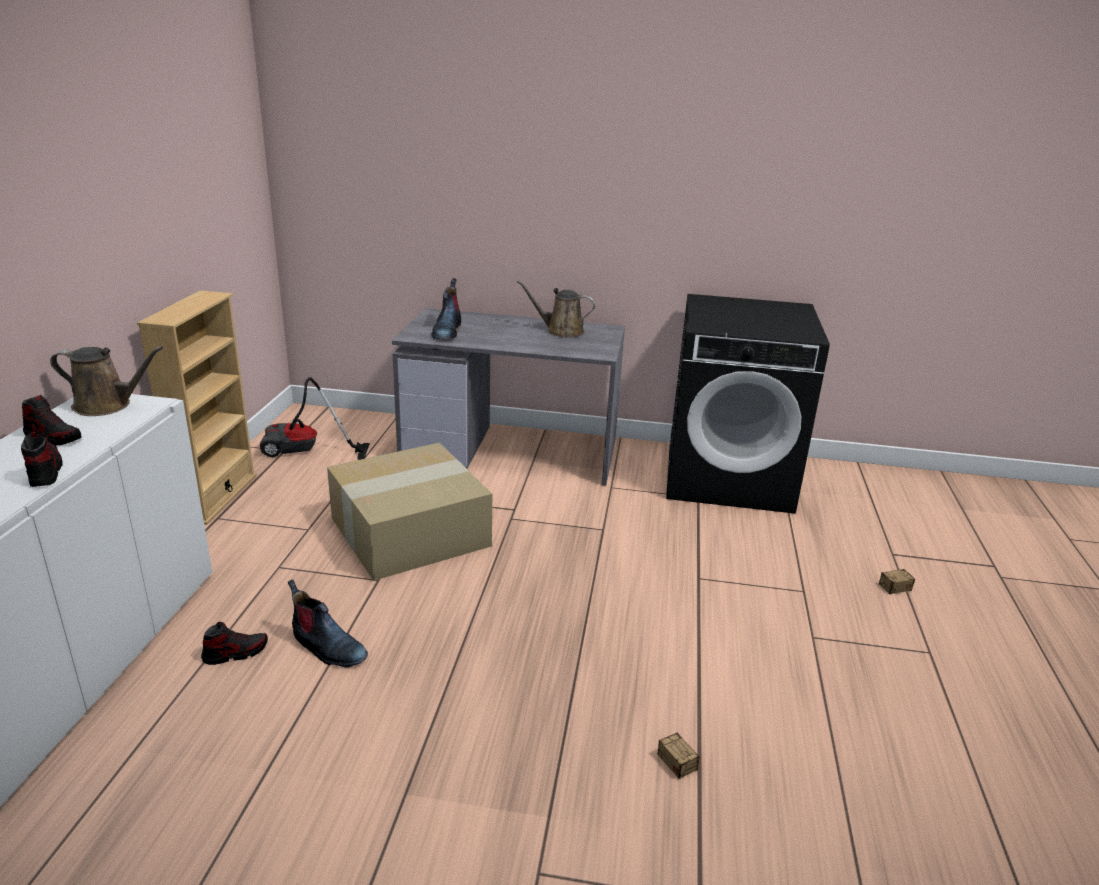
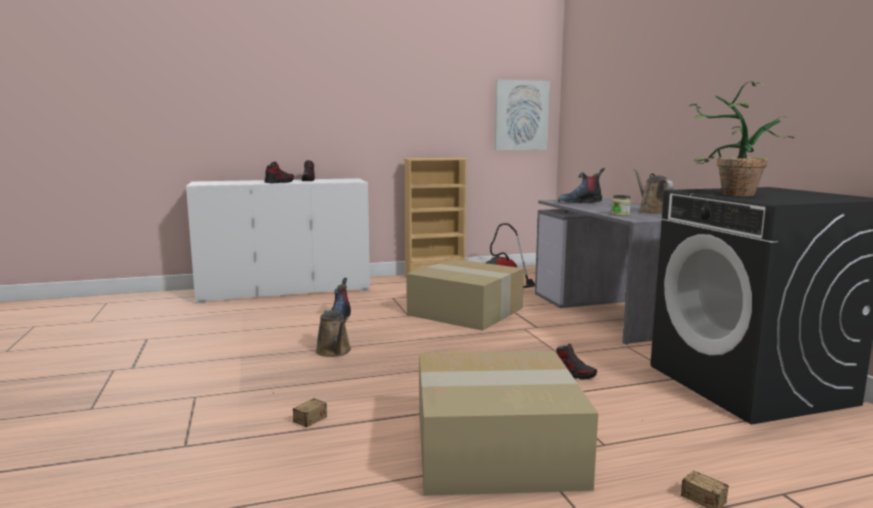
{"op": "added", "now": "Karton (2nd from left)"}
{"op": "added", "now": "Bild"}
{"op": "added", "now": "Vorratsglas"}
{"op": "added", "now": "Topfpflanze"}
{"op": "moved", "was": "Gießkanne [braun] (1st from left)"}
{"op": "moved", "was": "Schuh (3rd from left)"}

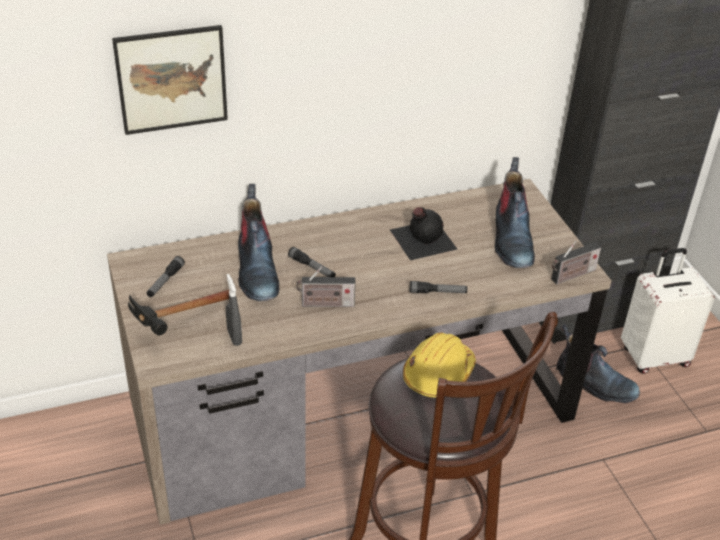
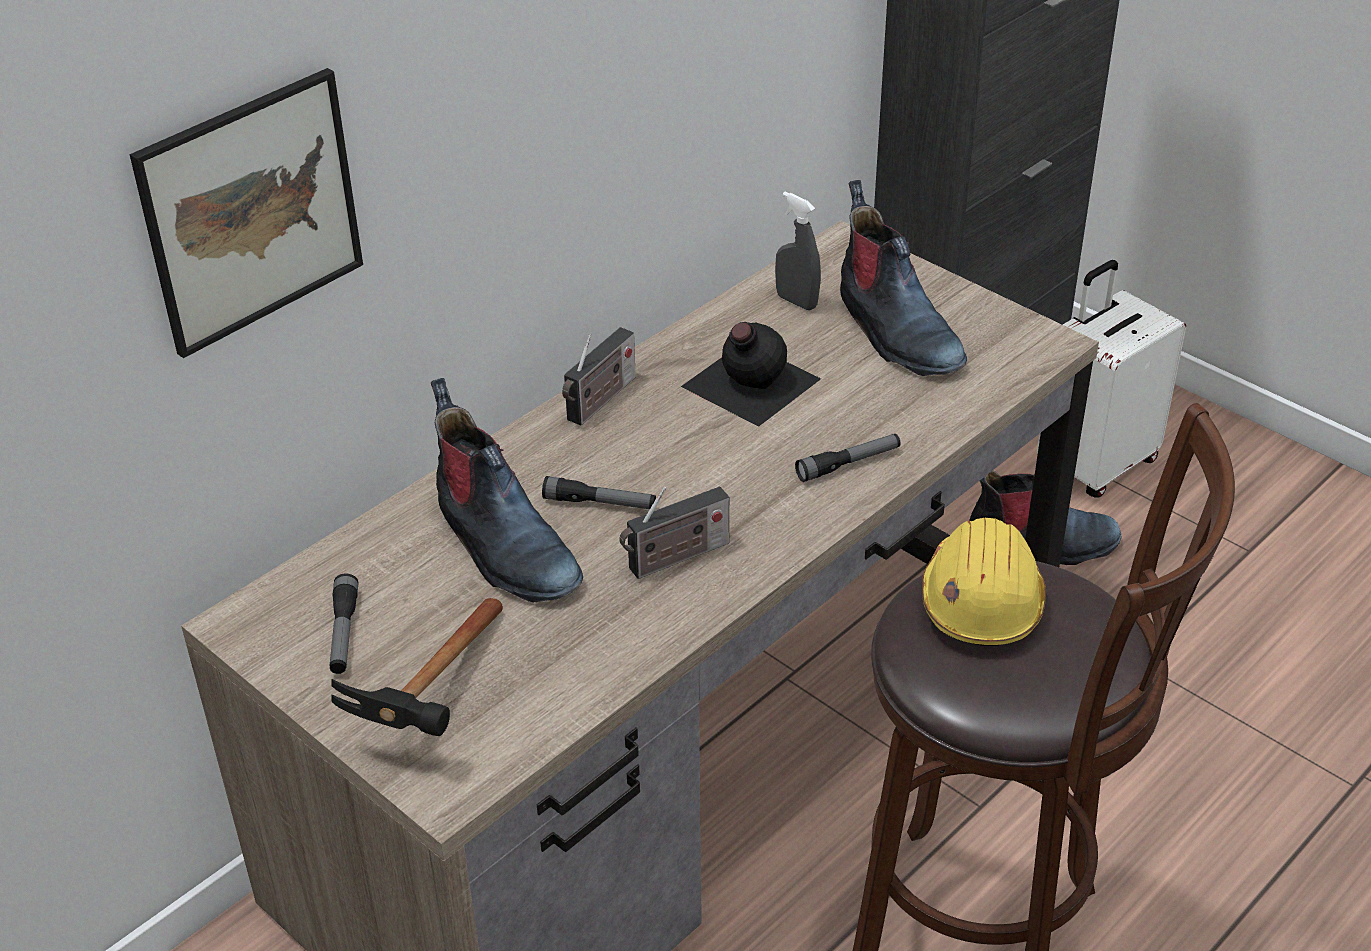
{"op": "moved", "was": "Sprühflasche [grau]"}
{"op": "moved", "was": "Radio (2nd from left in the first image)", "now": "Radio (1st from left)"}

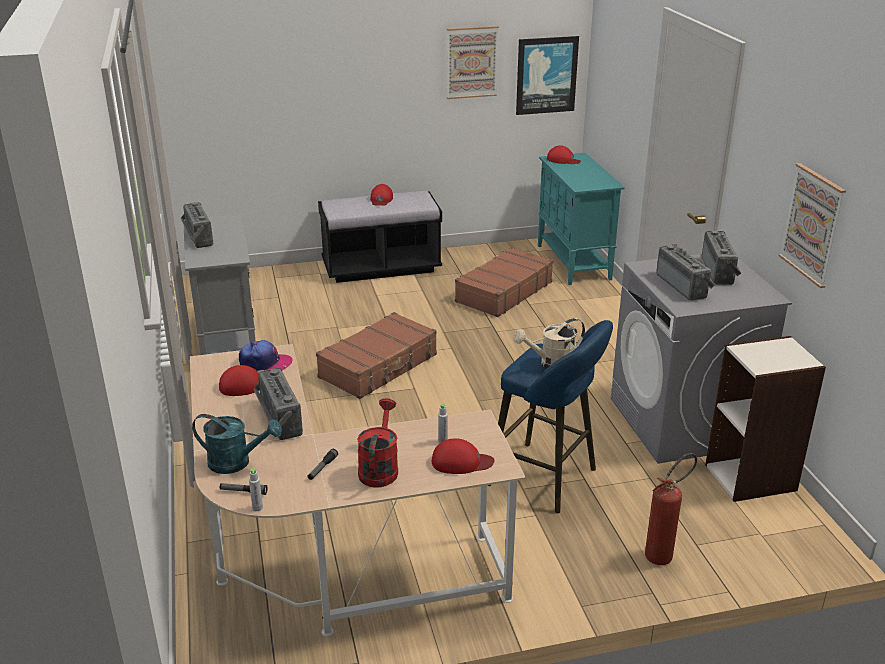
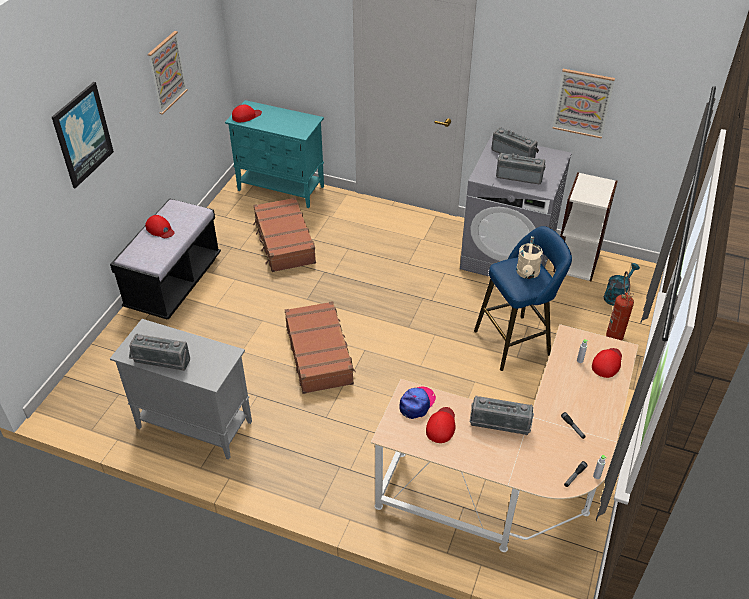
{"op": "removed", "was": "Gießkanne [rot]"}
{"op": "moved", "was": "Gießkanne [türkis]"}
{"op": "moved", "was": "Bild (2nd from left in the first image)", "now": "Bild (1st from left)"}

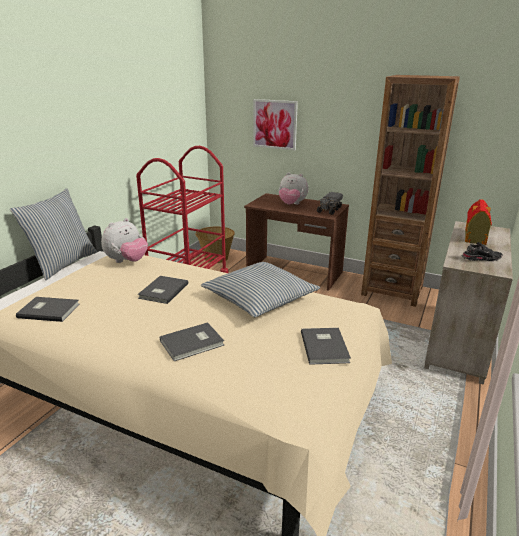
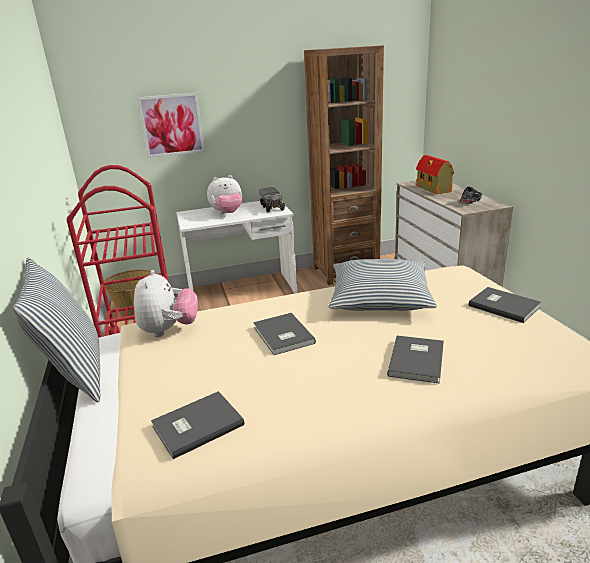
{"op": "recoloured", "was": "Schreibtisch [braun]", "now": "Schreibtisch [weiß]"}

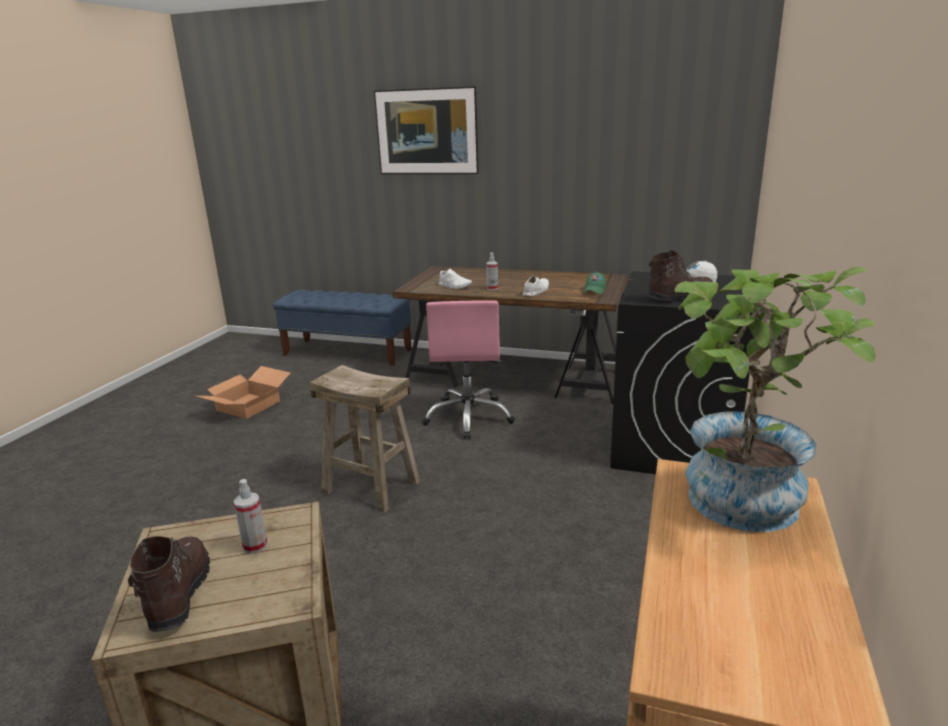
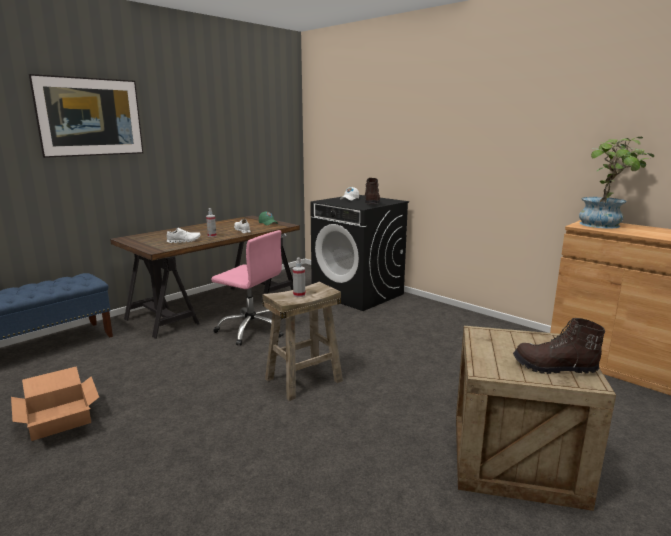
{"op": "moved", "was": "Sprühflasche (1st from left in the first image)", "now": "Sprühflasche (2nd from left)"}

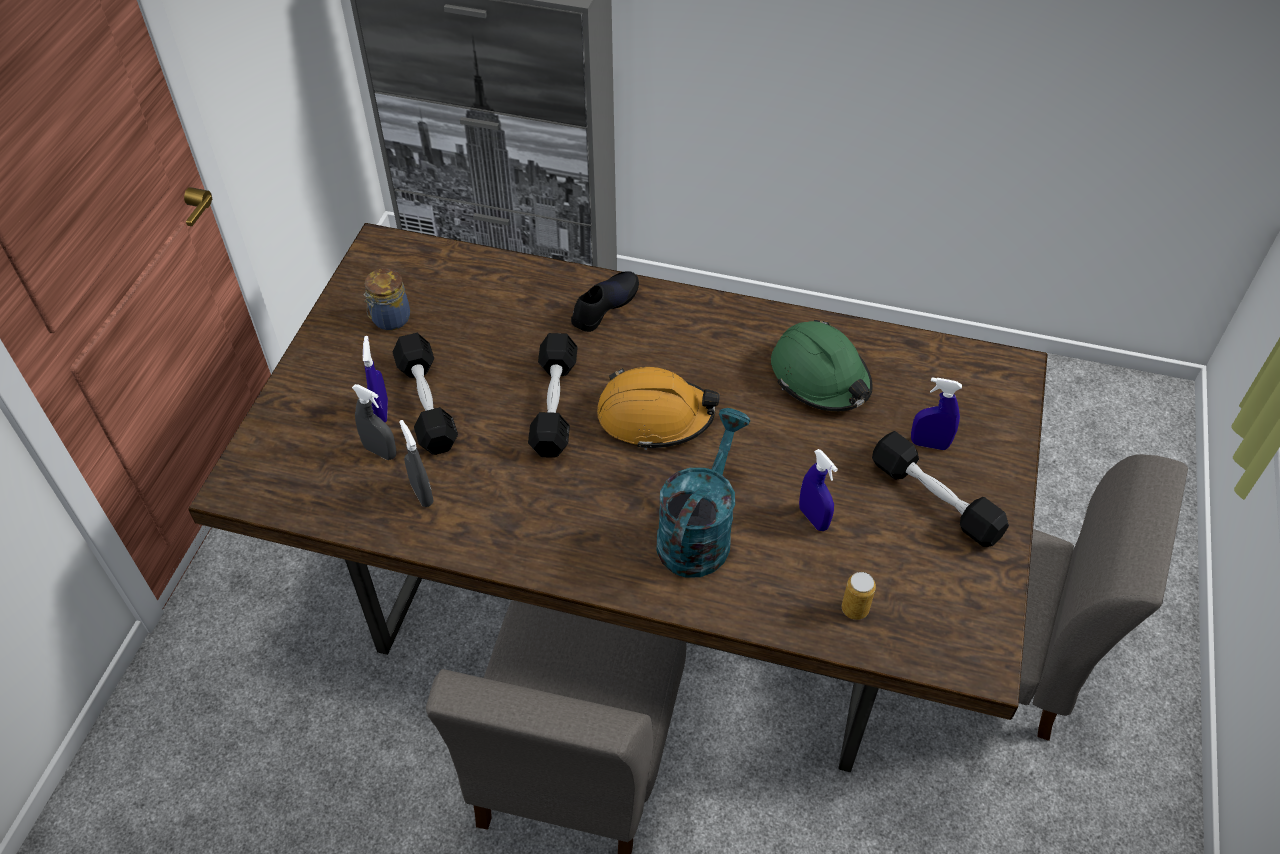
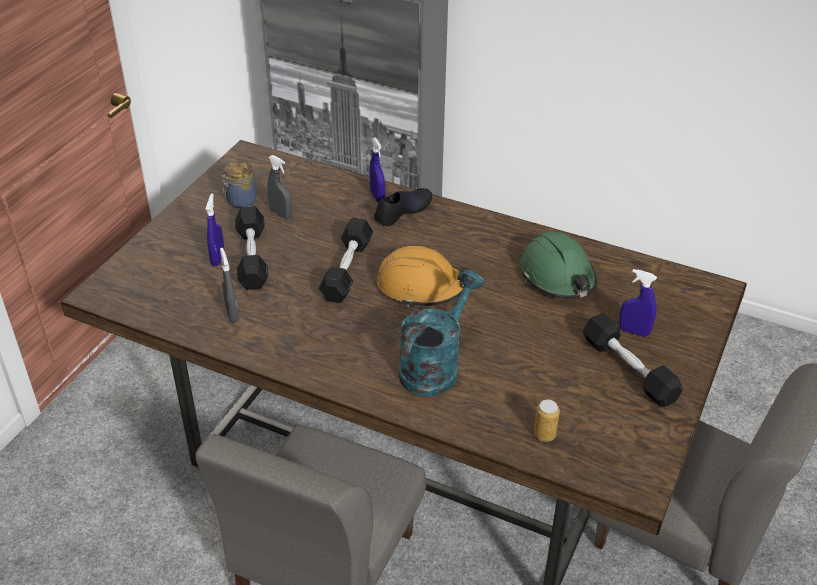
{"op": "moved", "was": "Sprühflasche [grau] (1st from left in the first image)", "now": "Sprühflasche [grau] (2nd from left)"}
{"op": "moved", "was": "Sprühflasche [blau] (2nd from left)"}

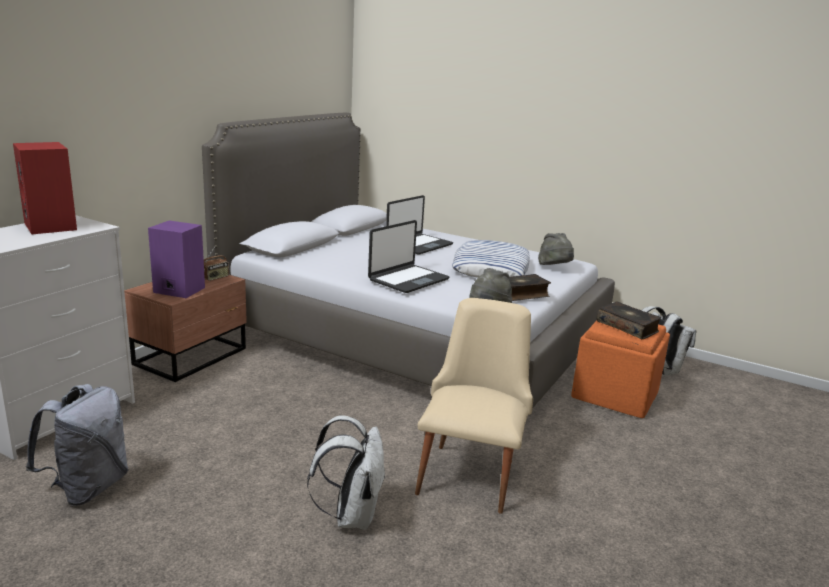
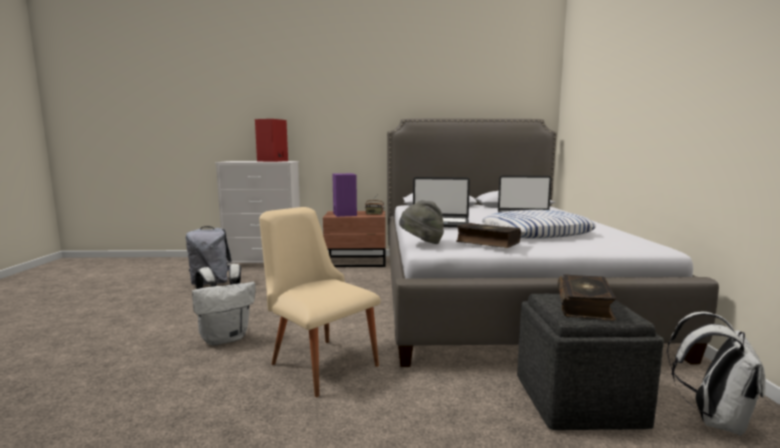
{"op": "removed", "was": "Hut [grau] (2nd from left)"}
{"op": "recoloured", "was": "Polsterhocker [orange]", "now": "Polsterhocker [grau]"}
{"op": "turned", "was": "Stuhl [beige]", "clockwise": -120}

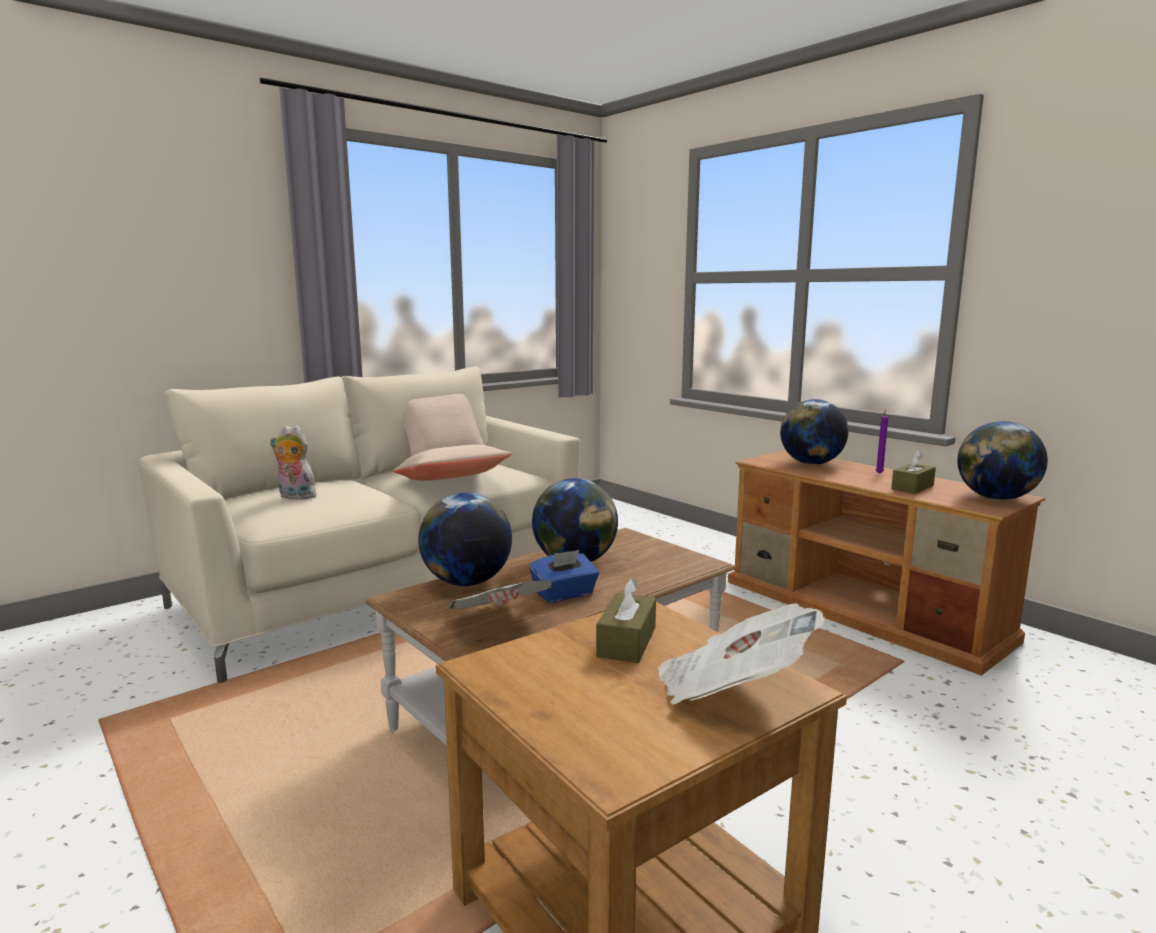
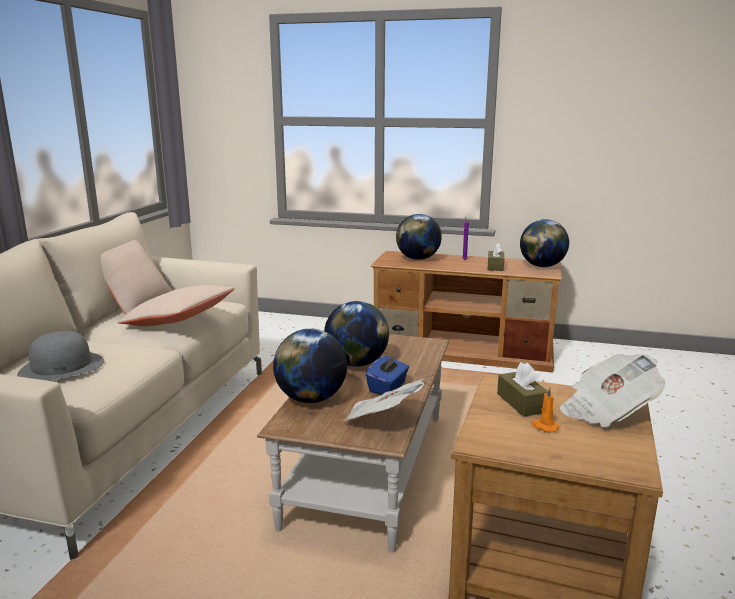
{"op": "added", "now": "Kerze [orange]"}
{"op": "replaced", "was": "Plüschtier", "now": "Hut [grau]"}

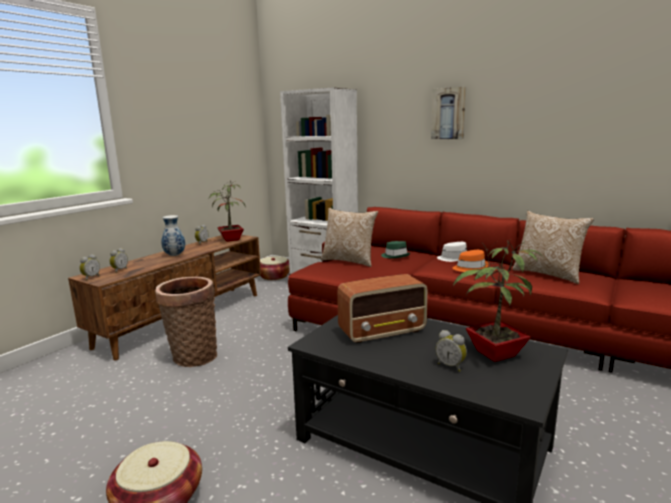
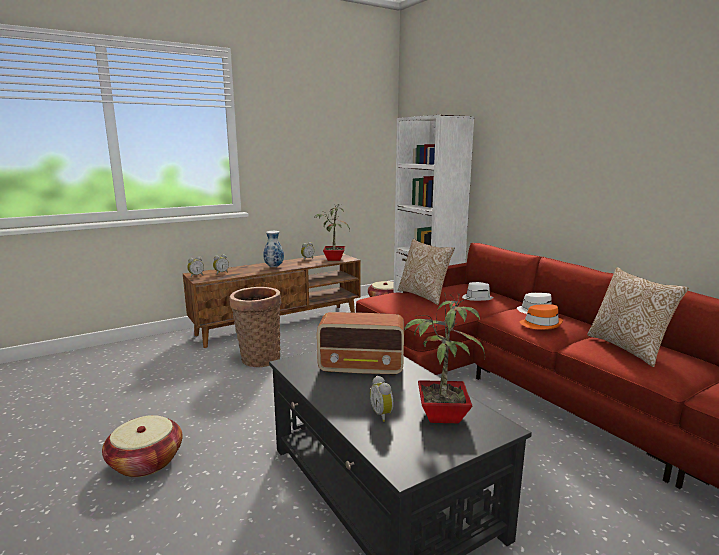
{"op": "removed", "was": "Bild"}
{"op": "recoloured", "was": "Hut [grün]", "now": "Hut [weiß] (1st from left)"}

